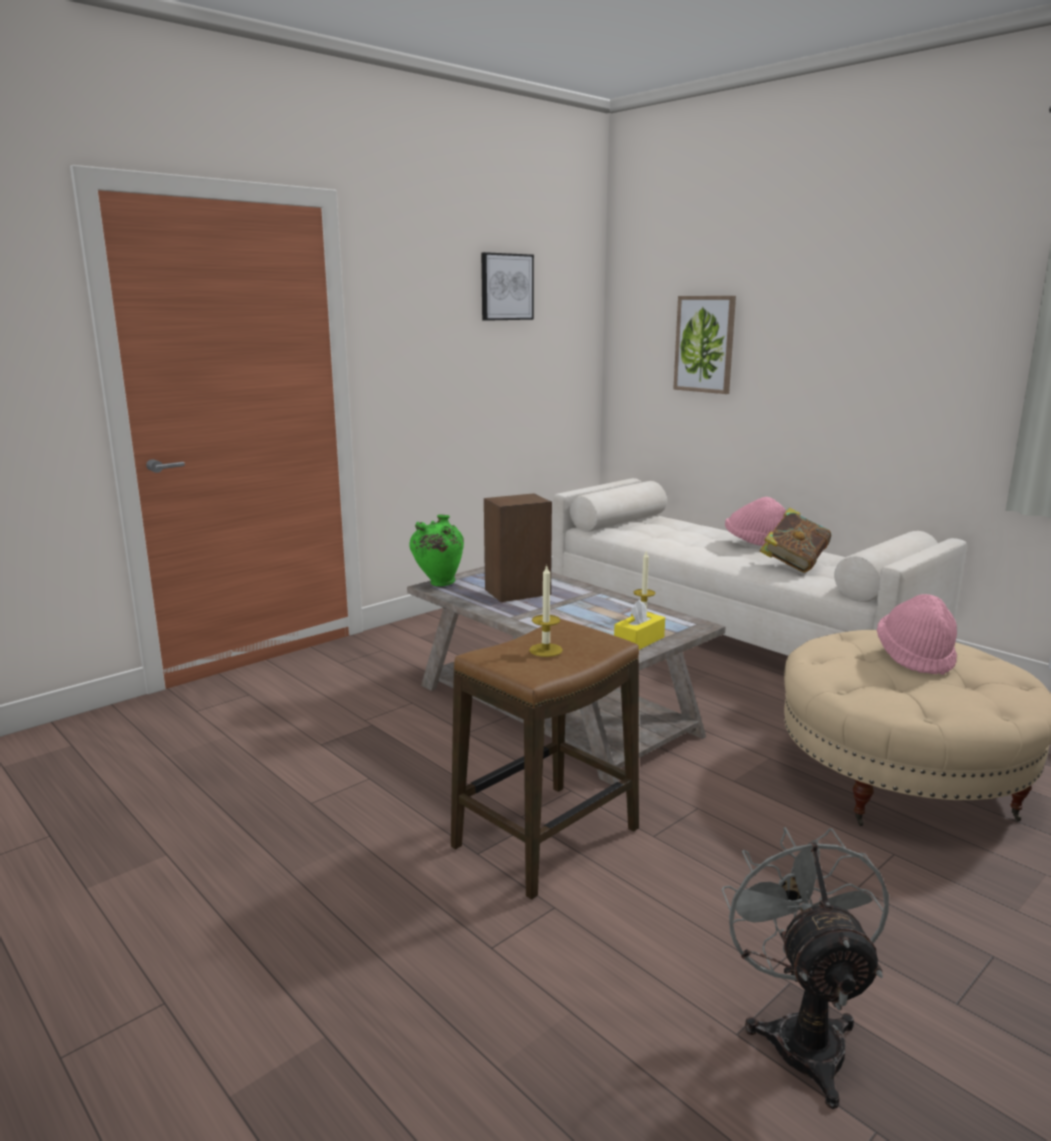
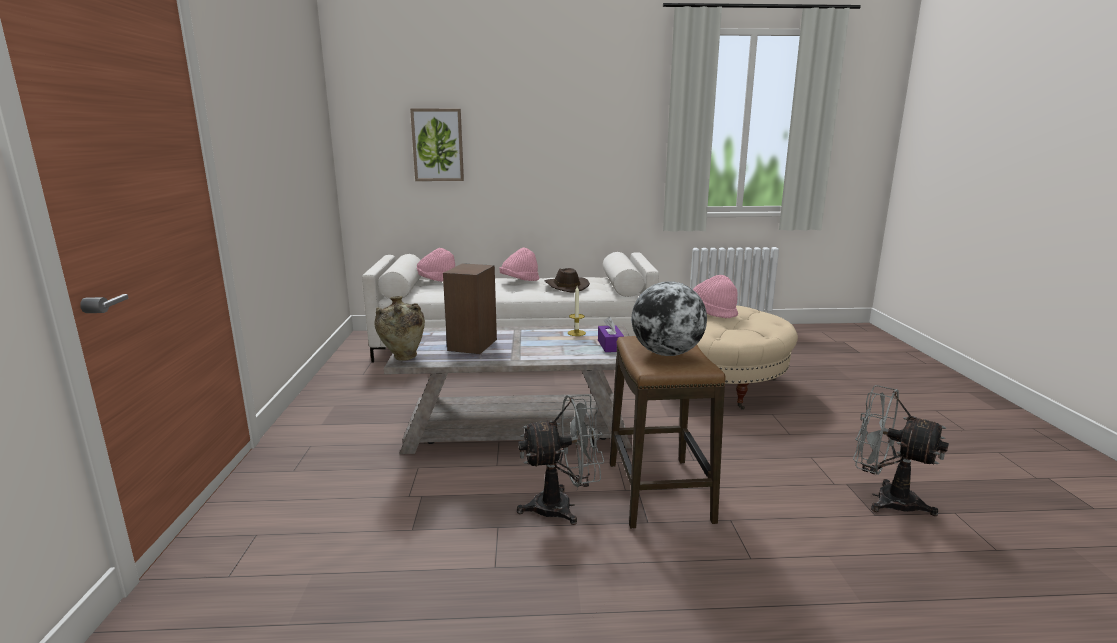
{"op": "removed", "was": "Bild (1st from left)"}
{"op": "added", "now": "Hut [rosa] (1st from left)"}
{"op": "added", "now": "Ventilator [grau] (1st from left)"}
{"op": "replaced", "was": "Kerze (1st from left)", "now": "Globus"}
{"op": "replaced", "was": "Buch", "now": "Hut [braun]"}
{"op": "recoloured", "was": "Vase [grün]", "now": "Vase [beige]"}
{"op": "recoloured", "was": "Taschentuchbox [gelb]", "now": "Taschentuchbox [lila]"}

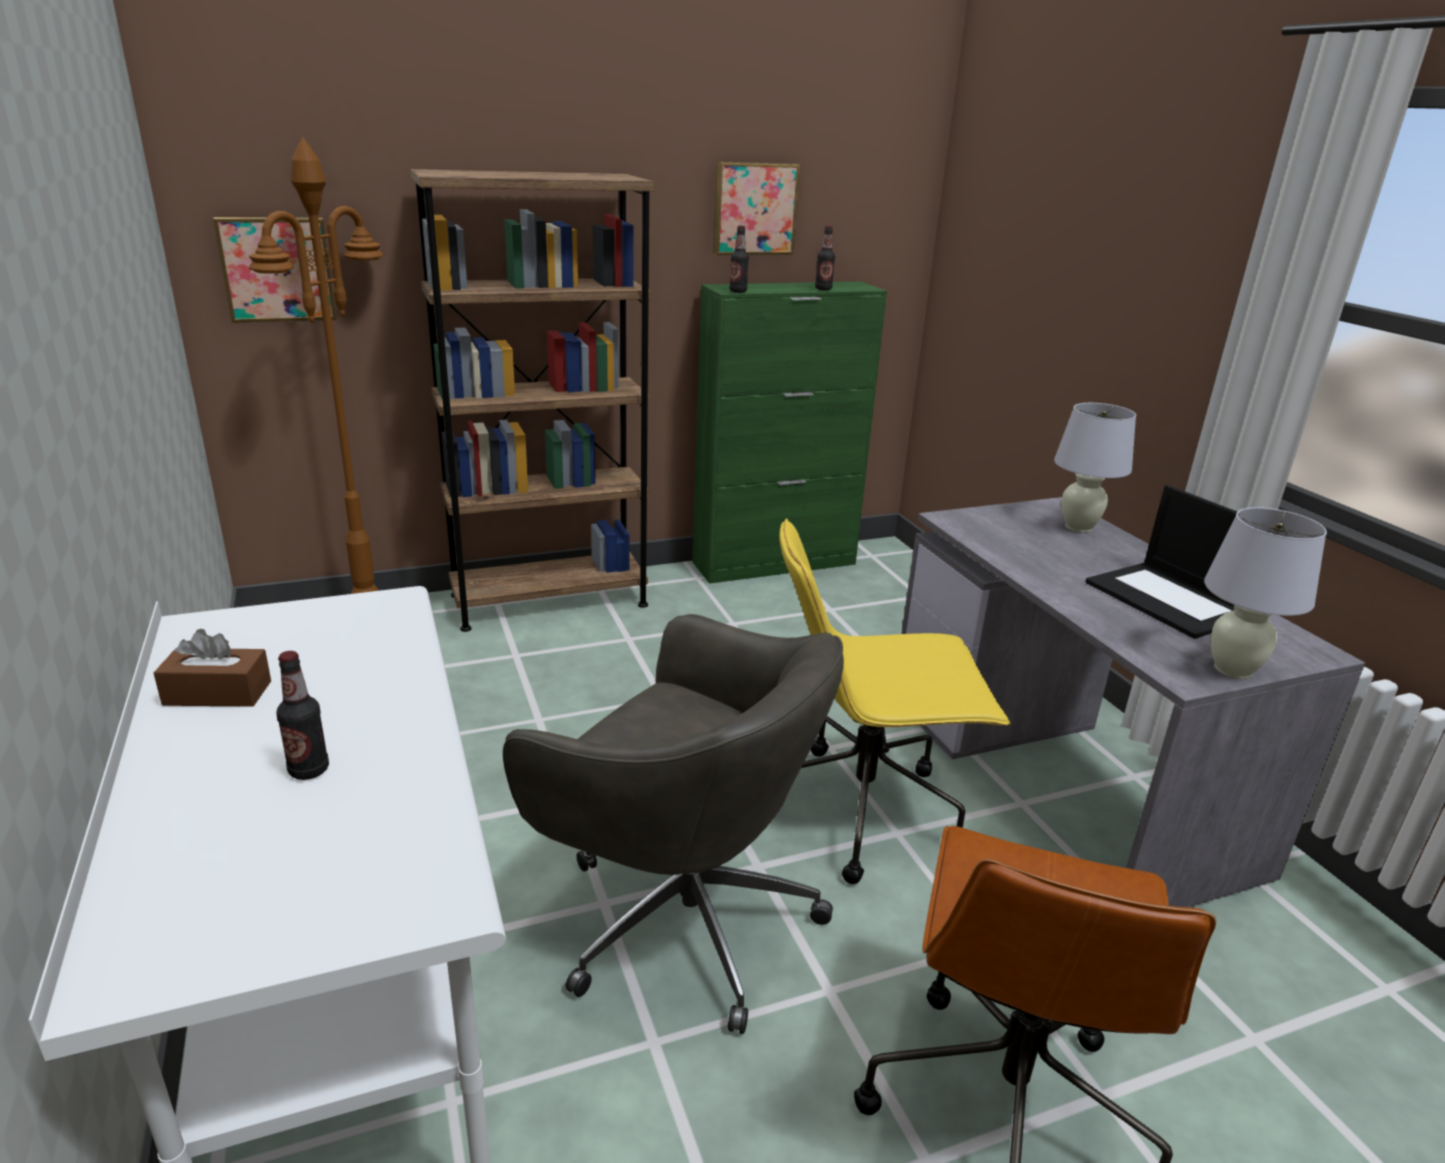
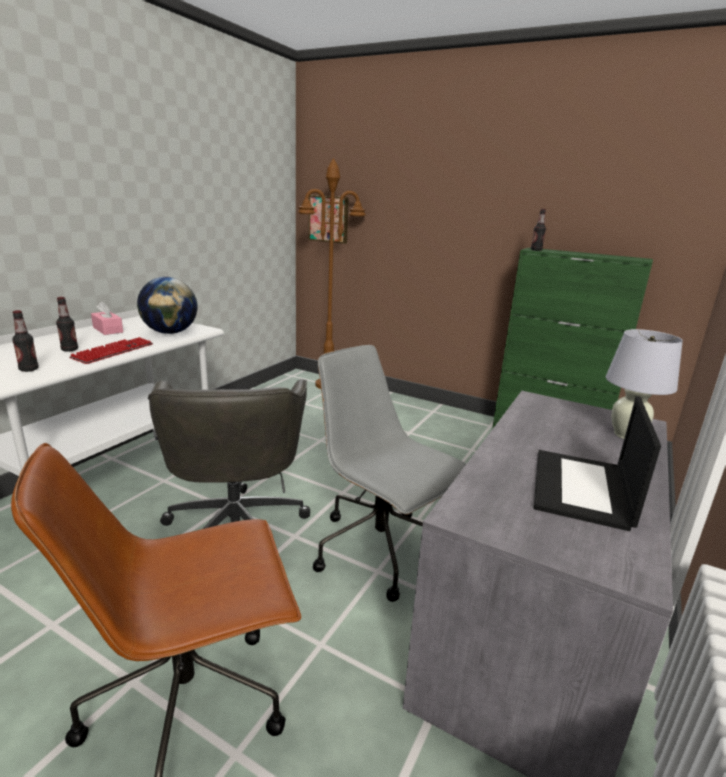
{"op": "removed", "was": "Bücherregal [braun]"}
{"op": "removed", "was": "Bild (2nd from left)"}
{"op": "removed", "was": "Tischlampe [weiß] (2nd from left)"}
{"op": "added", "now": "Tastatur"}
{"op": "added", "now": "Globus"}
{"op": "moved", "was": "Flasche (3rd from left in the first image)", "now": "Flasche (1st from left)"}
{"op": "recoloured", "was": "Taschentuchbox [braun]", "now": "Taschentuchbox [rosa]"}
{"op": "recoloured", "was": "Bürostuhl [gelb]", "now": "Bürostuhl [grau] (2nd from left)"}

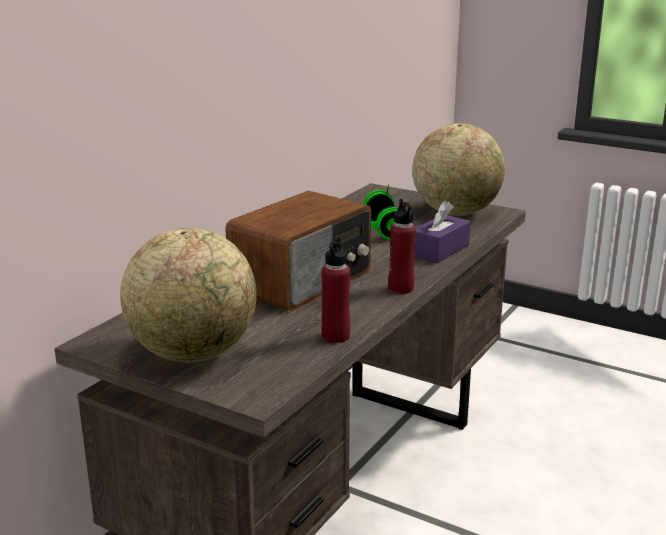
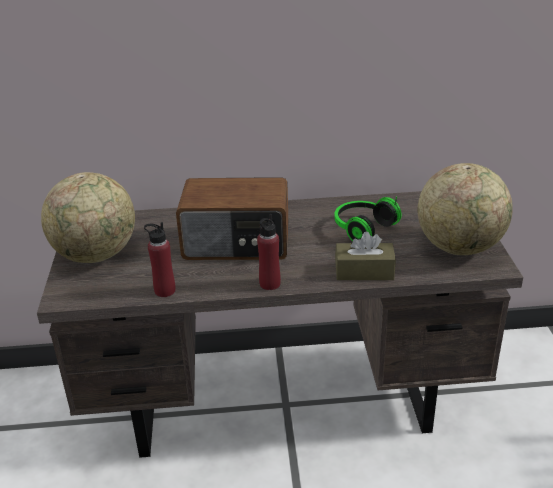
{"op": "recoloured", "was": "Taschentuchbox [lila]", "now": "Taschentuchbox [braun]"}

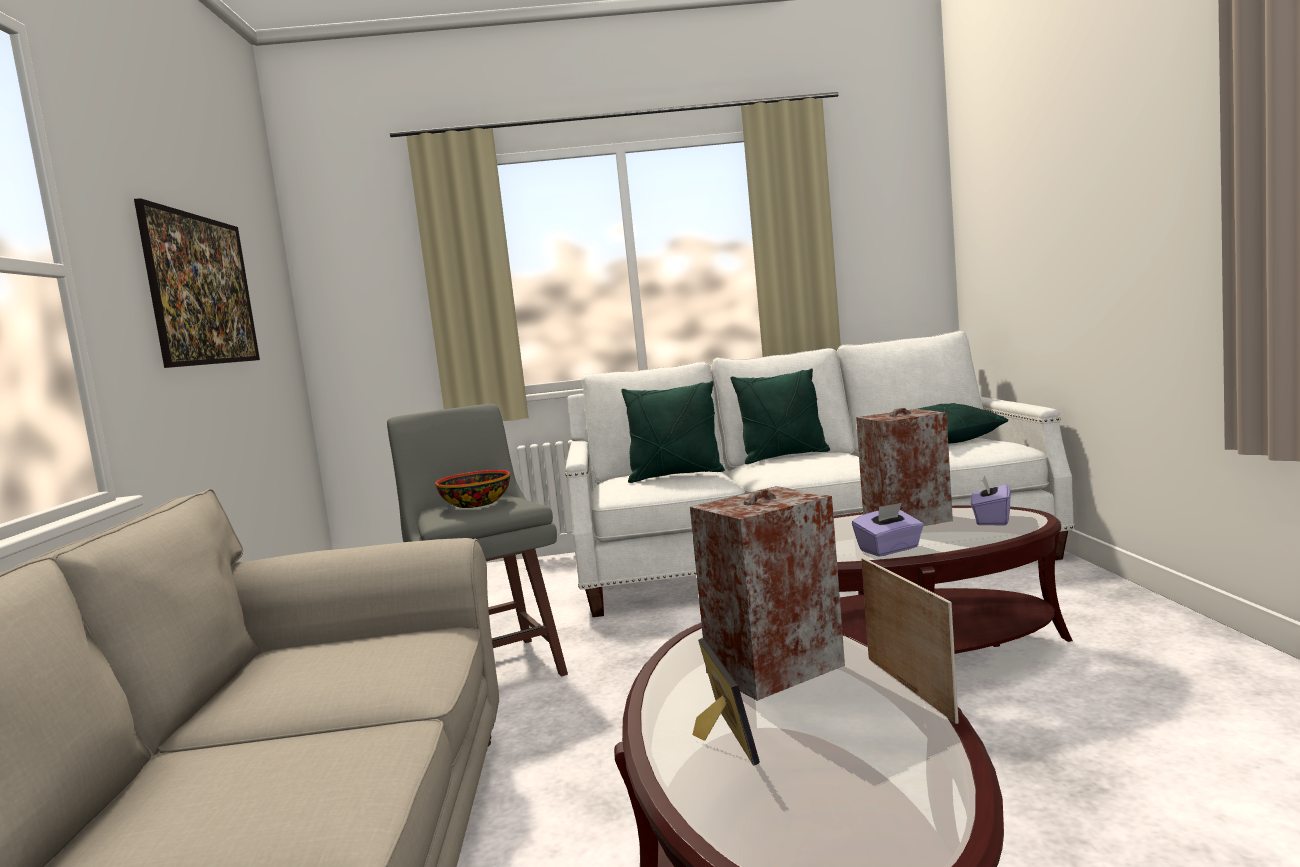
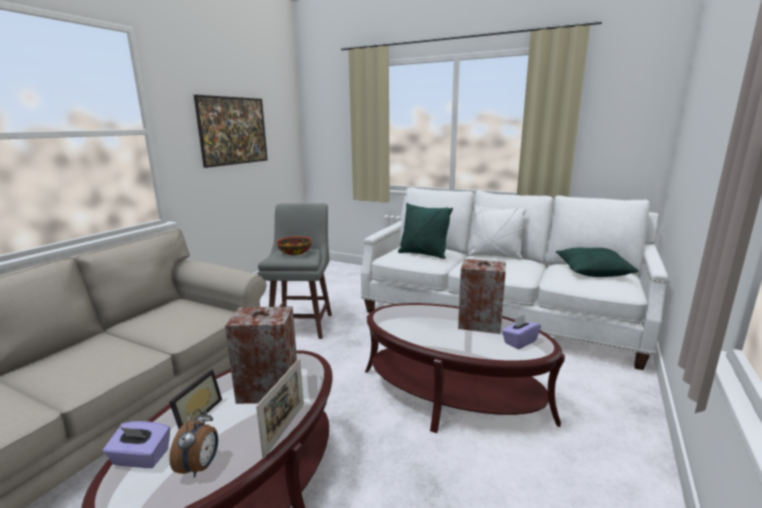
{"op": "added", "now": "Wecker"}
{"op": "moved", "was": "Taschentuchbox [lila] (1st from left)"}
{"op": "recoloured", "was": "Kissen [grün] (2nd from left)", "now": "Kissen [weiß]"}

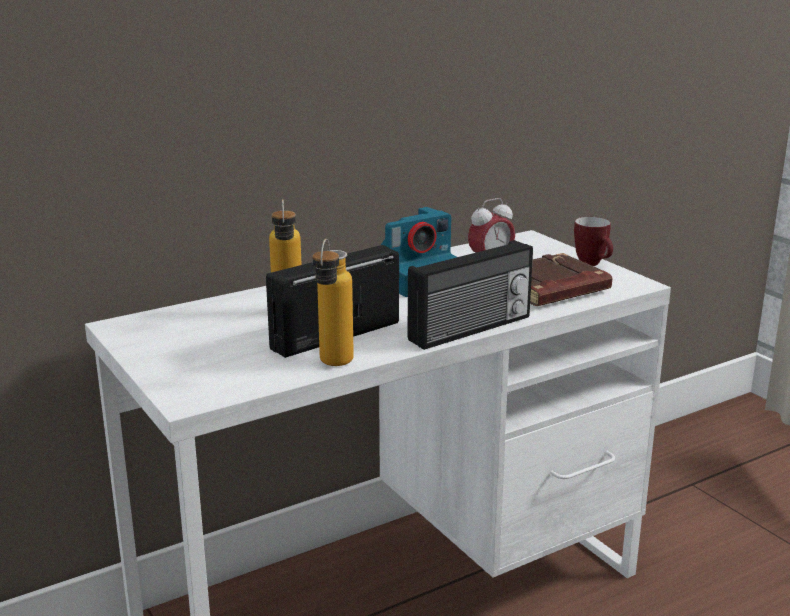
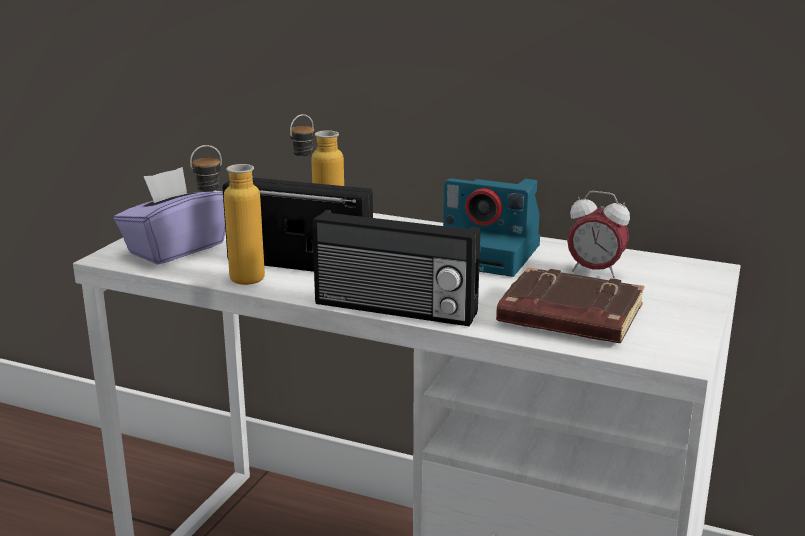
{"op": "removed", "was": "Henkelbecher"}
{"op": "added", "now": "Taschentuchbox [lila]"}

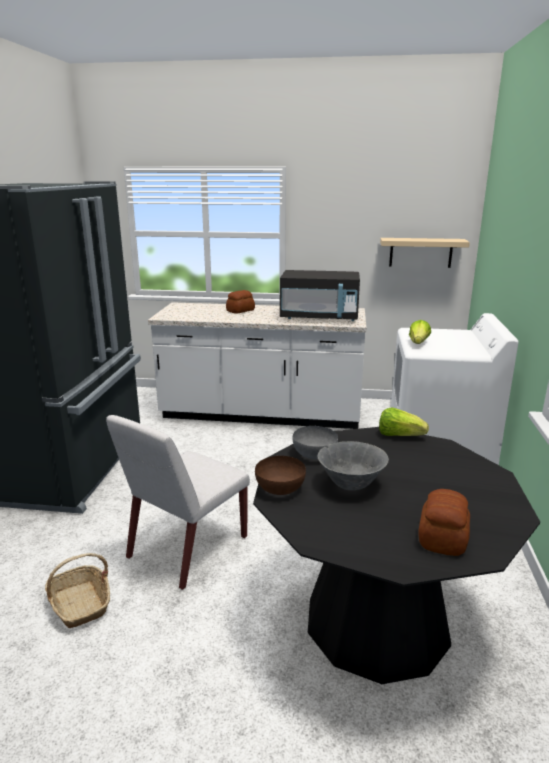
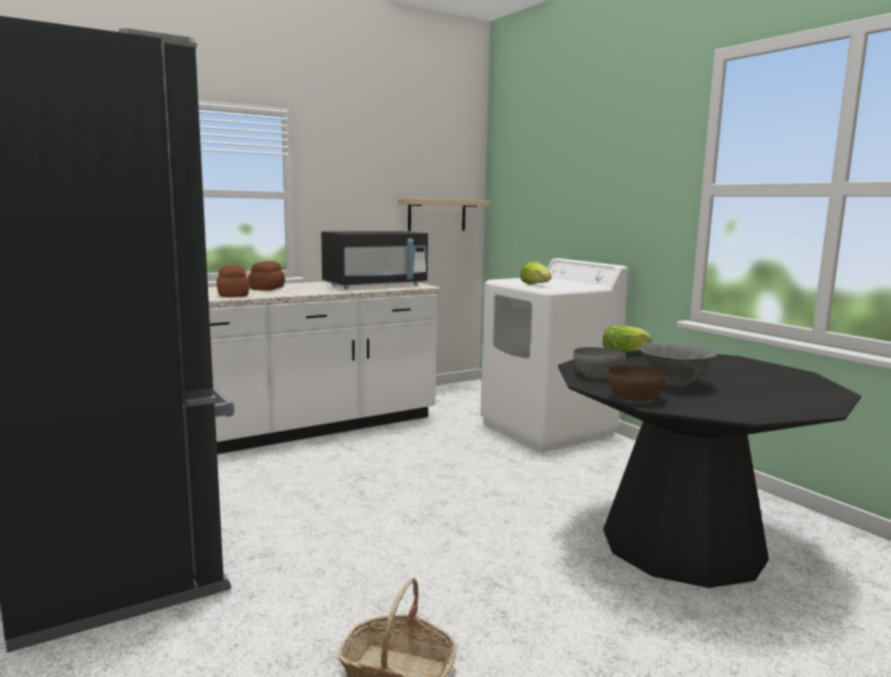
{"op": "removed", "was": "Stuhl [weiß]"}
{"op": "moved", "was": "Brot (2nd from left in the first image)", "now": "Brot (1st from left)"}

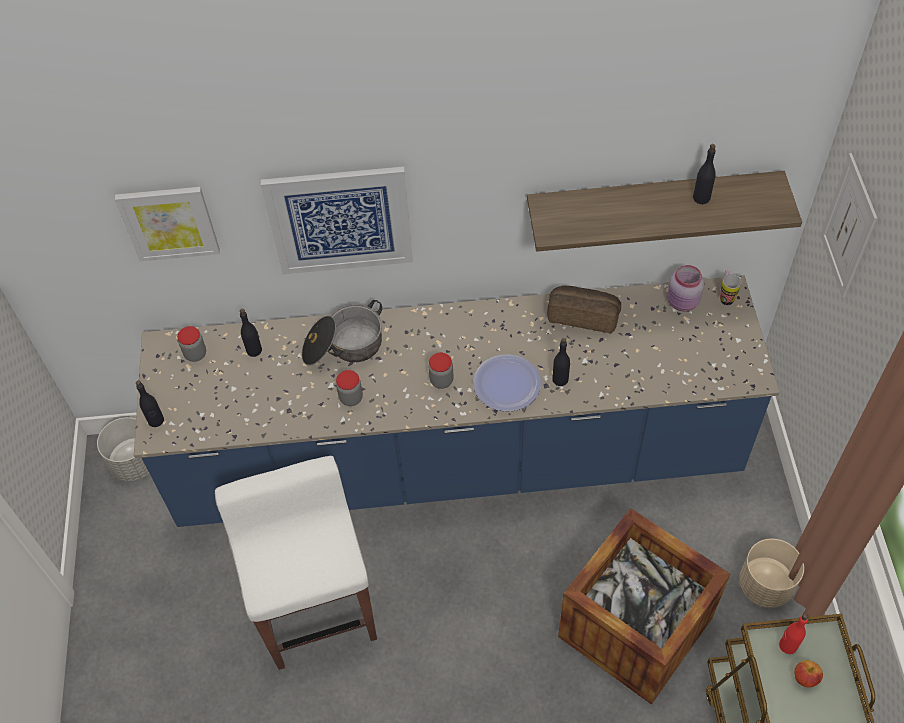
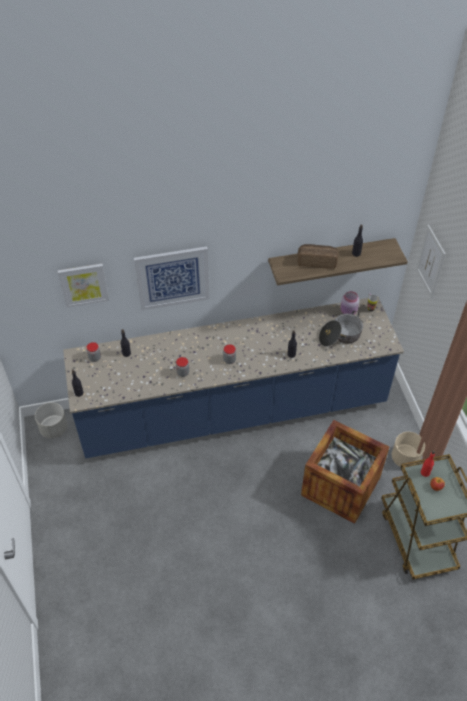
{"op": "removed", "was": "Hocker [weiß]"}
{"op": "removed", "was": "Teller"}
{"op": "moved", "was": "Kochtopf"}
{"op": "moved", "was": "Brot"}

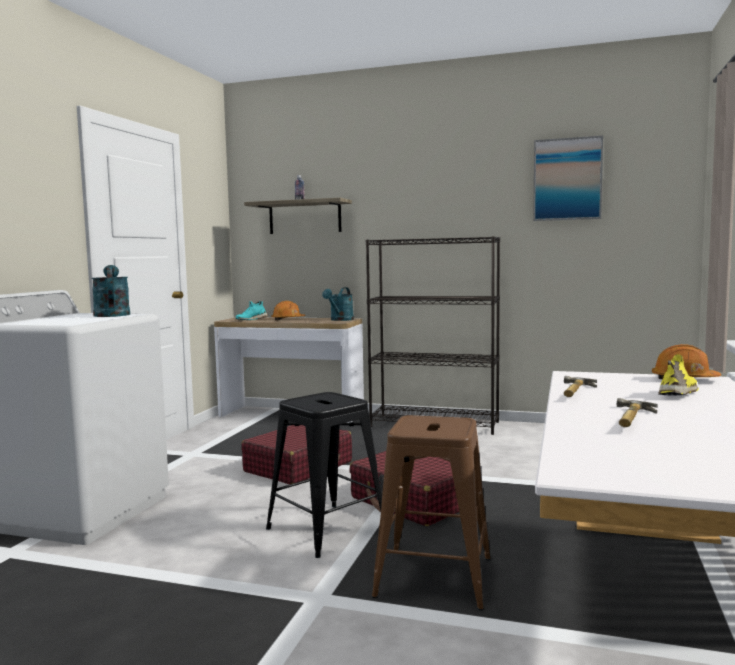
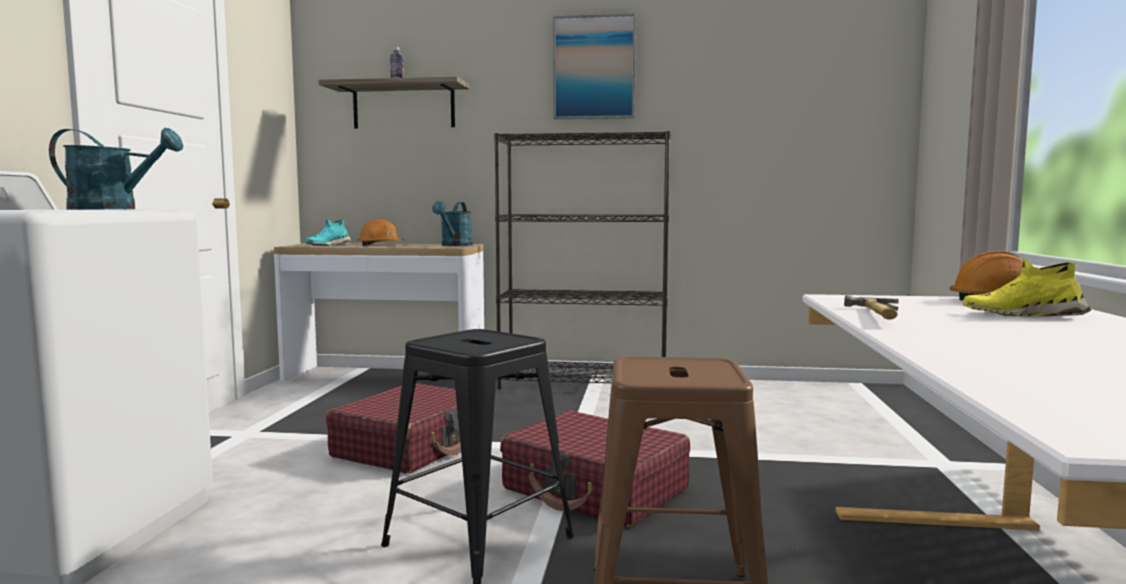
{"op": "removed", "was": "Hammer (2nd from left)"}
{"op": "moved", "was": "Bild"}
{"op": "turned", "was": "Gießkanne [türkis] (1st from left)", "clockwise": 120}
{"op": "turned", "was": "Schuh [gelb]", "clockwise": -105}

